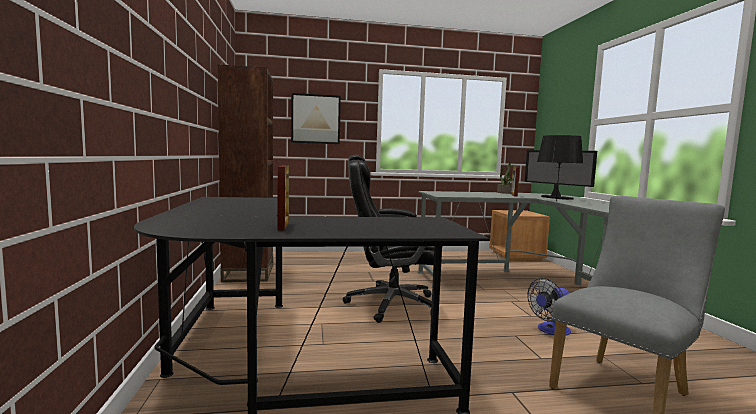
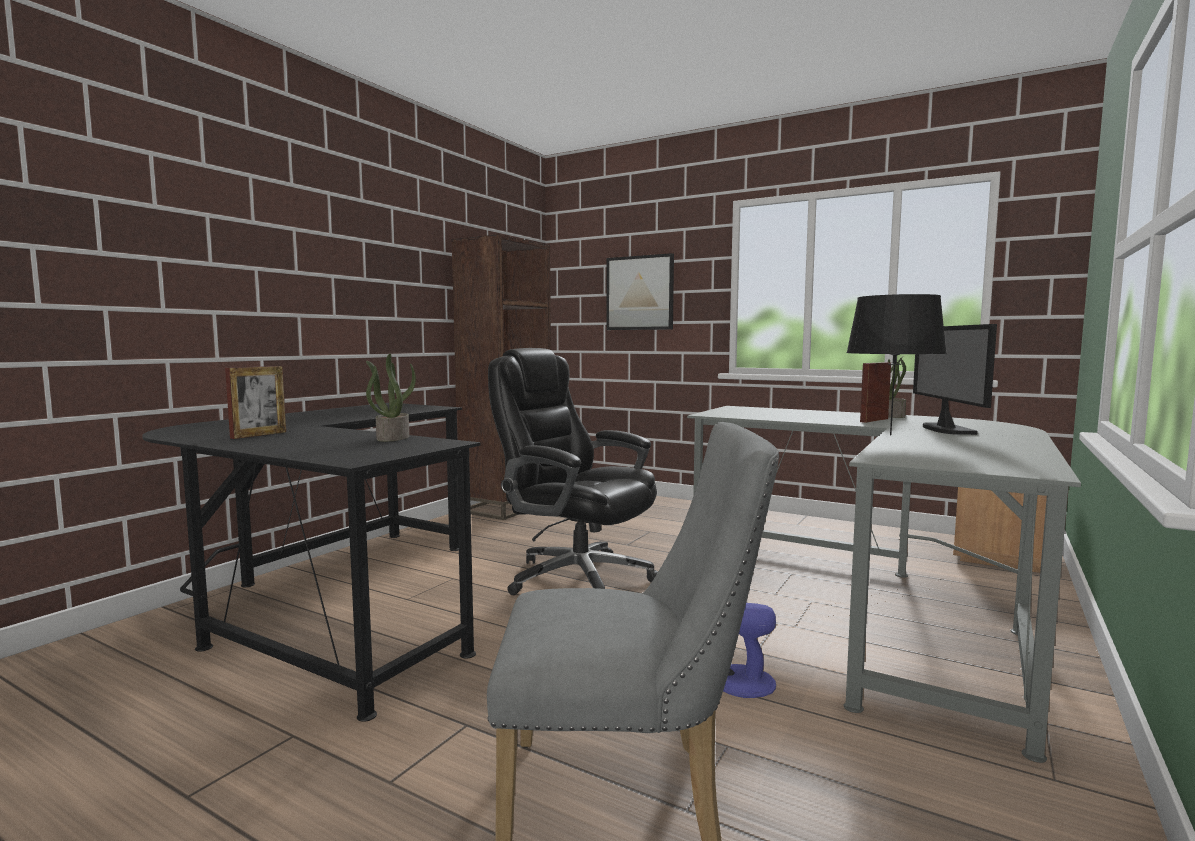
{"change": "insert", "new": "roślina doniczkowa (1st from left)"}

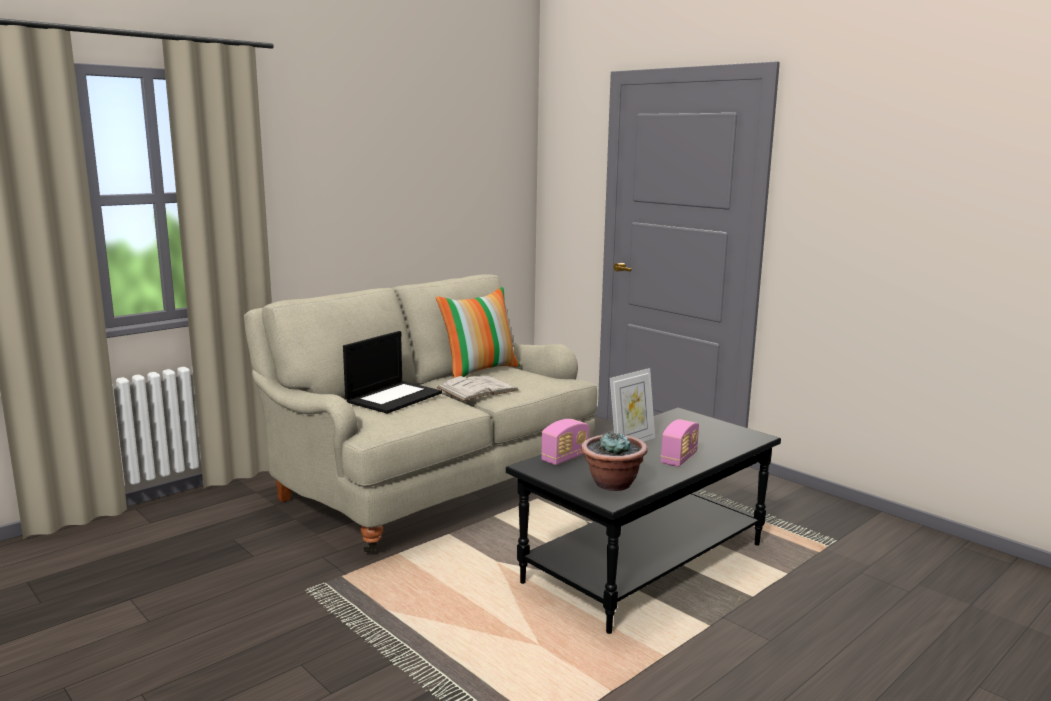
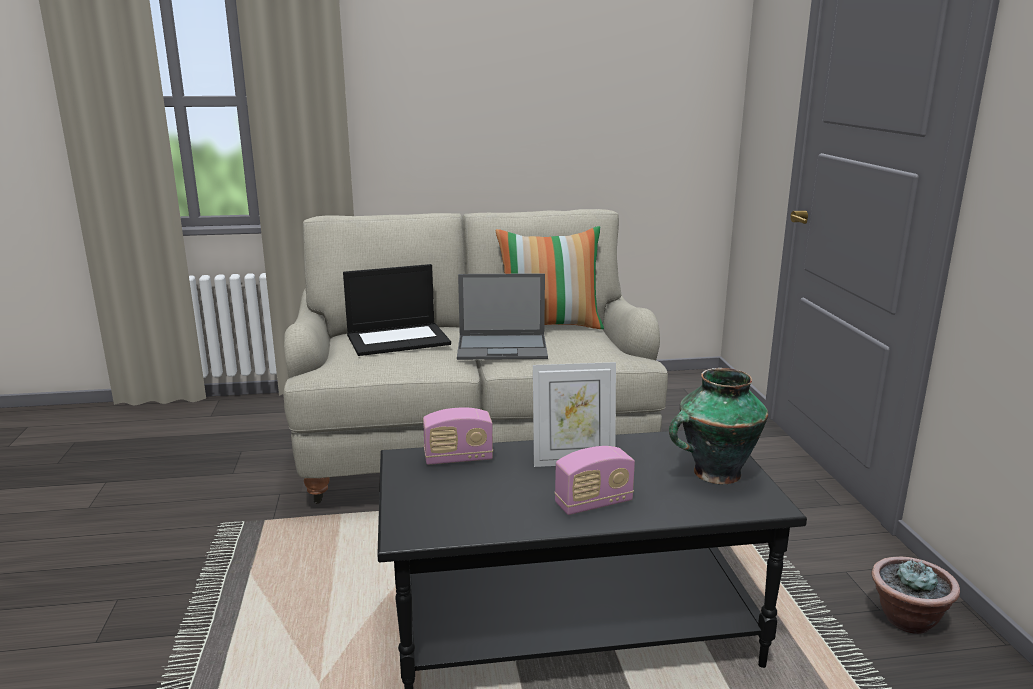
{"change": "insert", "new": "wazon"}
{"change": "move", "old": "roślina doniczkowa"}
{"change": "replace", "old": "książka/biały", "new": "laptop (2nd from left)"}

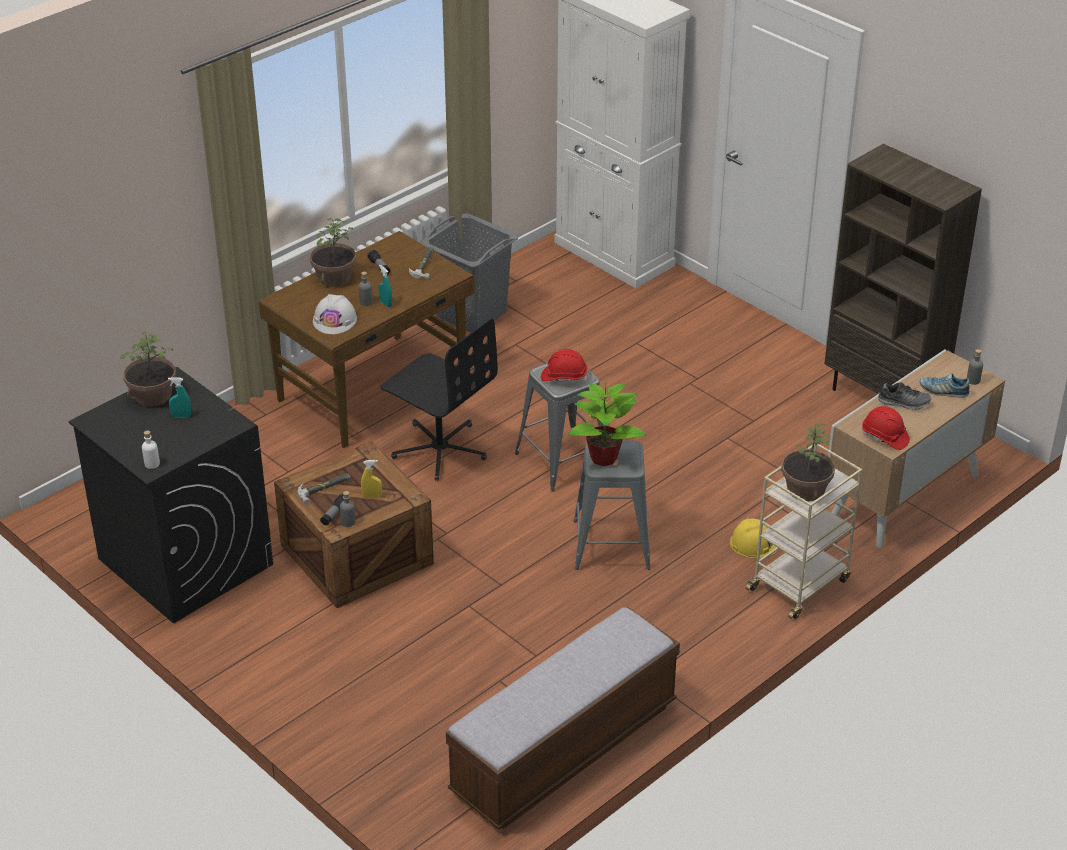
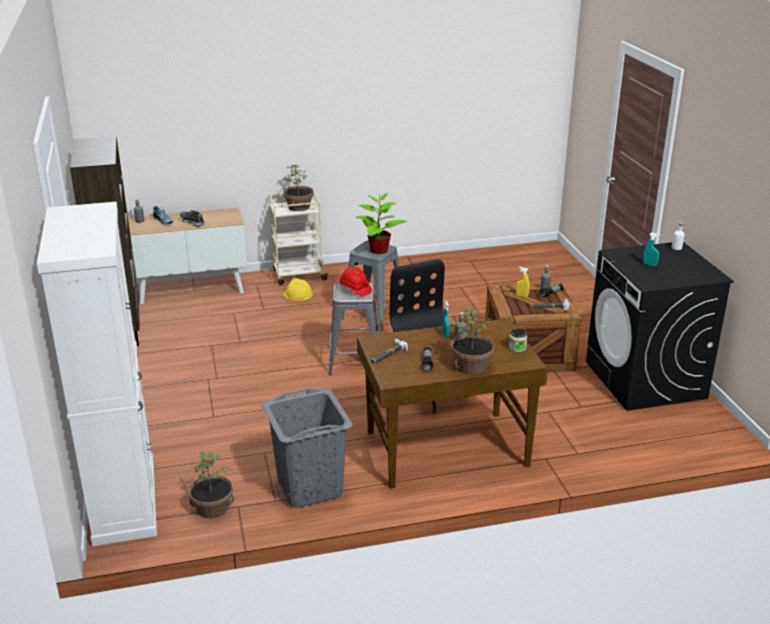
{"change": "delete", "old": "kask/biały"}
{"change": "delete", "old": "ławka"}
{"change": "delete", "old": "kask/czerwony (2nd from left)"}
{"change": "insert", "new": "słoik"}
{"change": "move", "old": "roślina doniczkowa (1st from left)"}

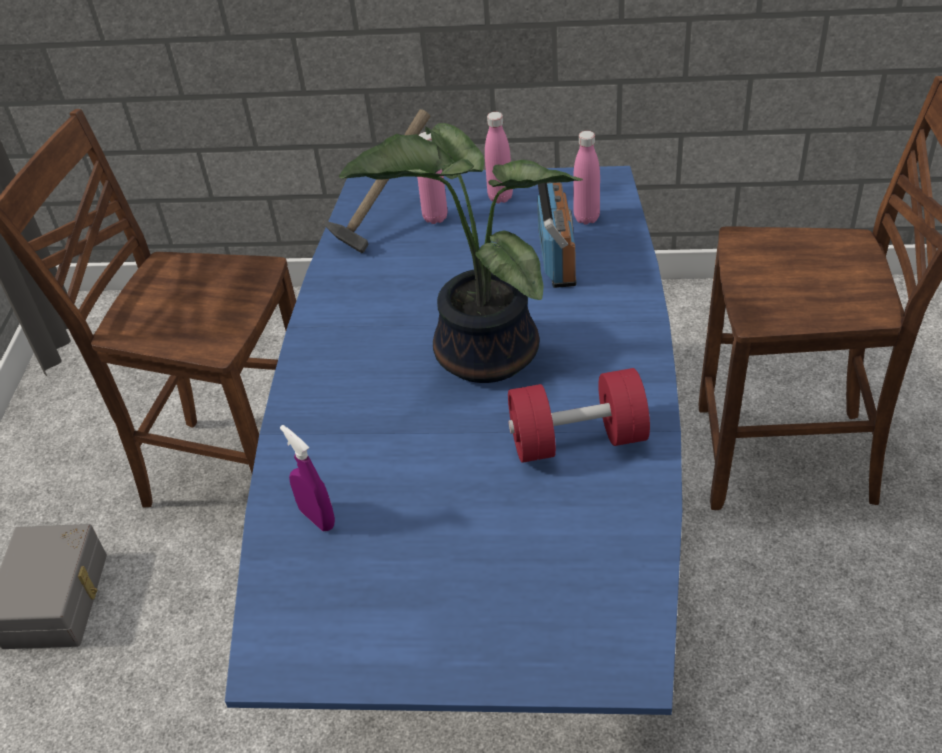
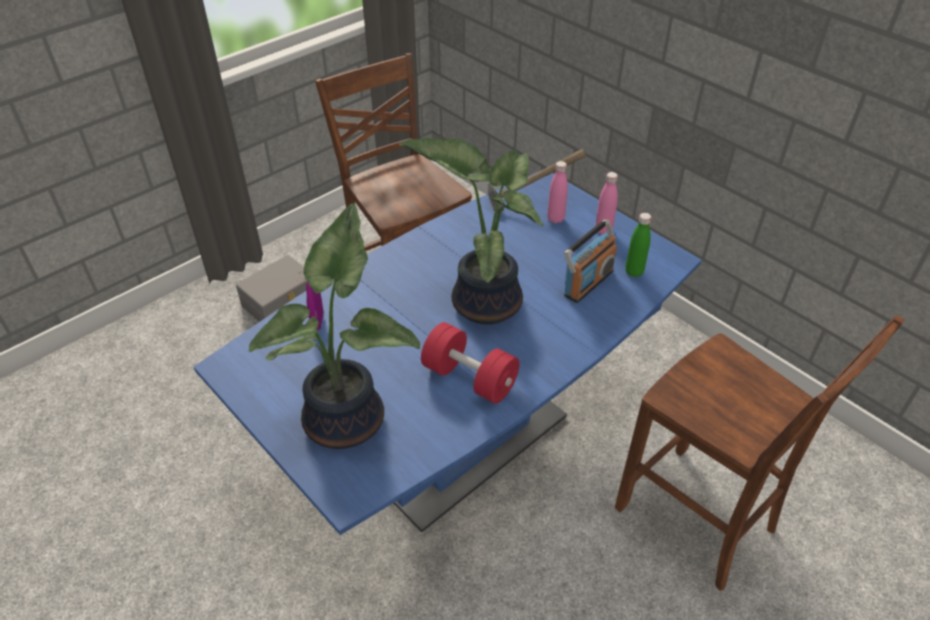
{"change": "insert", "new": "roślina doniczkowa (1st from left)"}
{"change": "recolor", "old": "butelka/różowy (3rd from left)", "new": "butelka/zielony"}

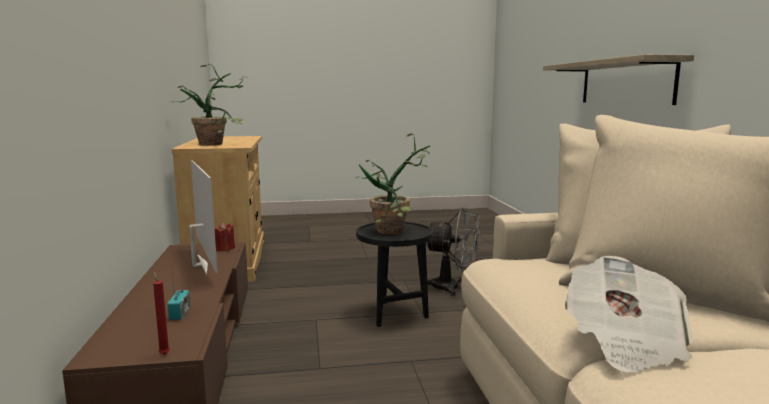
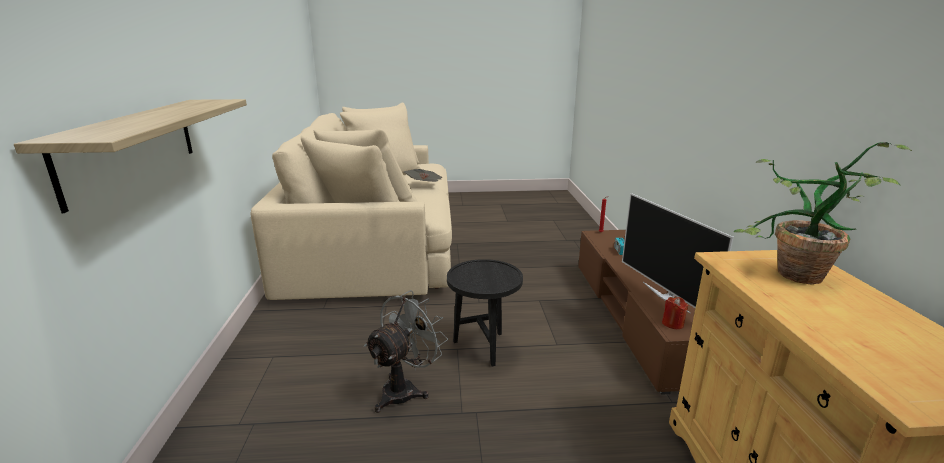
{"change": "delete", "old": "roślina doniczkowa (2nd from left)"}
{"change": "rotate", "old": "wentylator/szary", "degrees": 105}

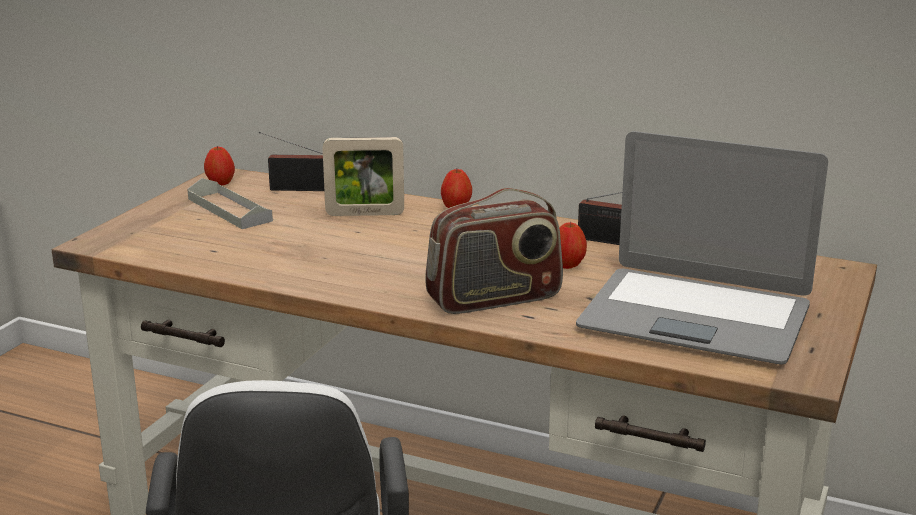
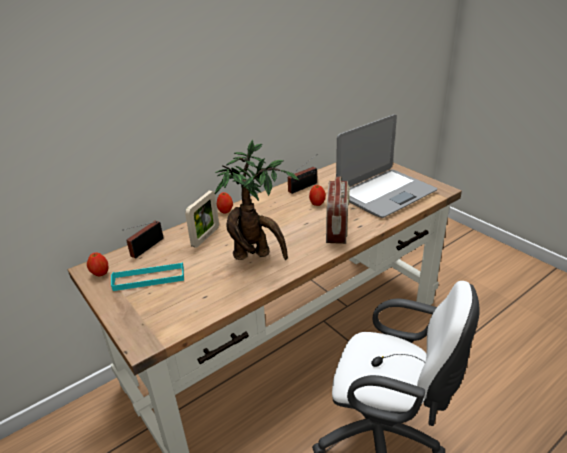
{"change": "insert", "new": "roślina doniczkowa"}
{"change": "recolor", "old": "taca/szary", "new": "taca/turkusowy"}

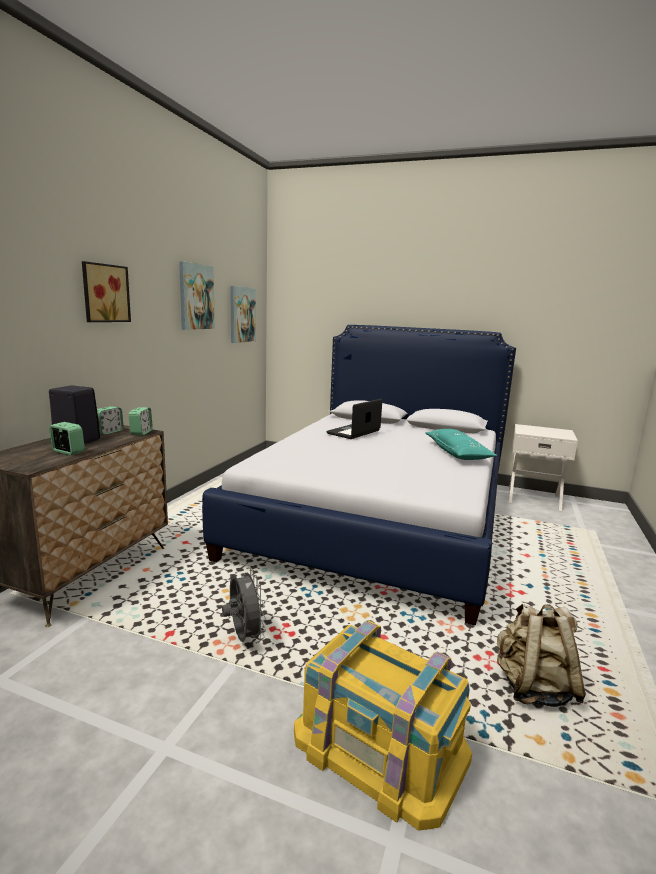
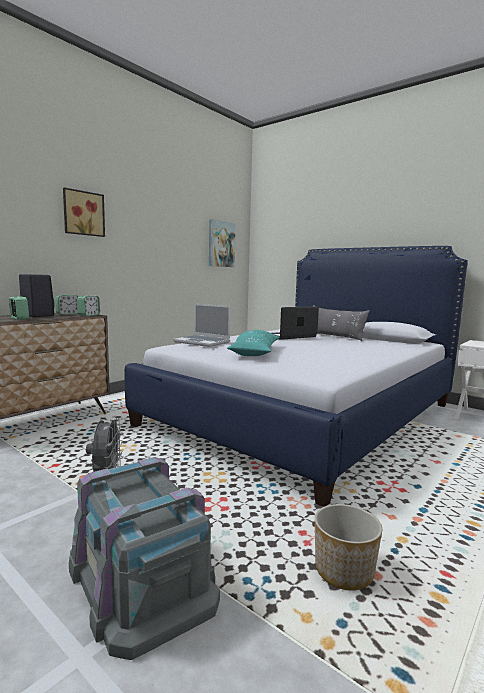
{"change": "delete", "old": "obraz (2nd from left)"}
{"change": "insert", "new": "laptop (1st from left)"}
{"change": "insert", "new": "poduszka/szary"}
{"change": "move", "old": "poduszka/turkusowy"}
{"change": "replace", "old": "plecak/beżowy", "new": "donica"}
{"change": "recolor", "old": "pojemnik do przechowywania/żółty", "new": "pojemnik do przechowywania/szary"}

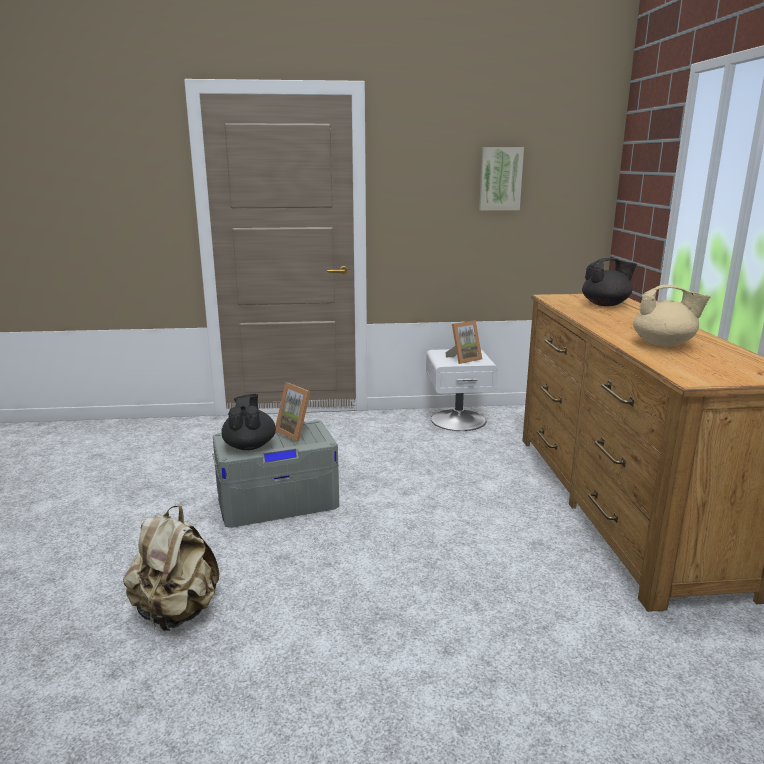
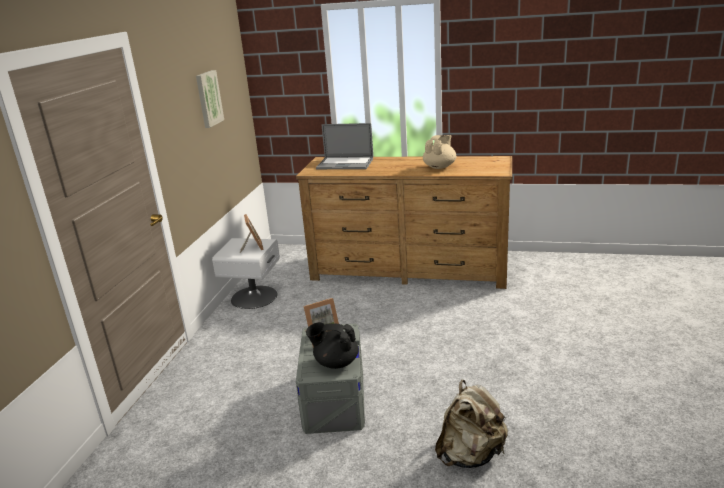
{"change": "replace", "old": "imbryk/czarny (2nd from left)", "new": "laptop"}

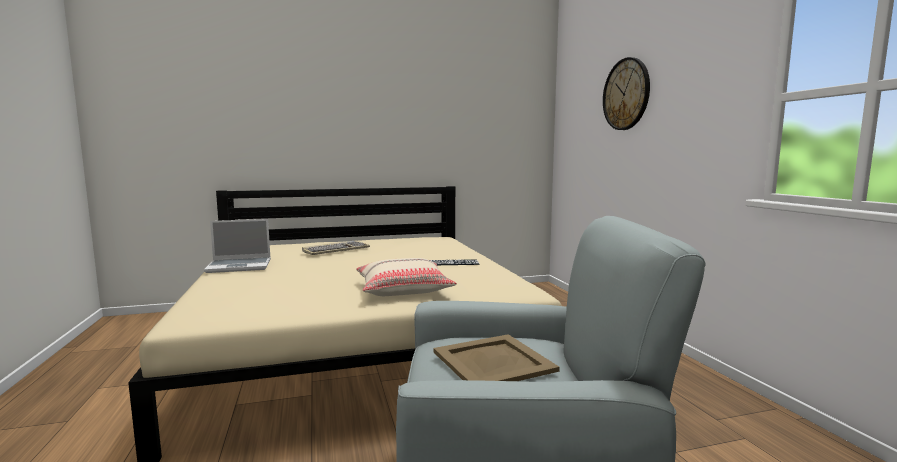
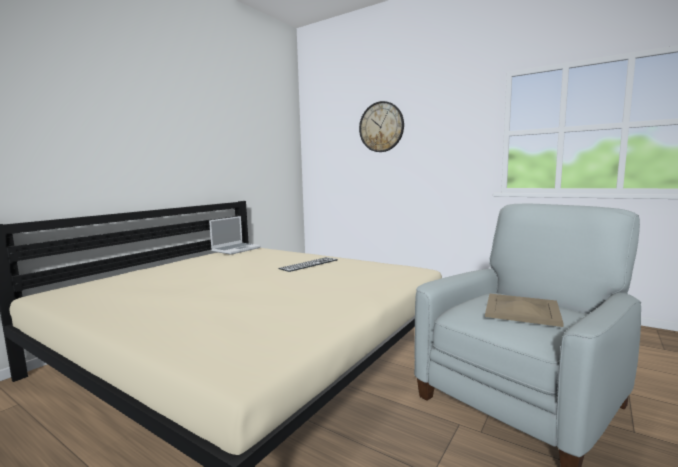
{"change": "delete", "old": "klawiatura (1st from left)"}
{"change": "delete", "old": "poduszka/beżowy"}
{"change": "move", "old": "laptop"}

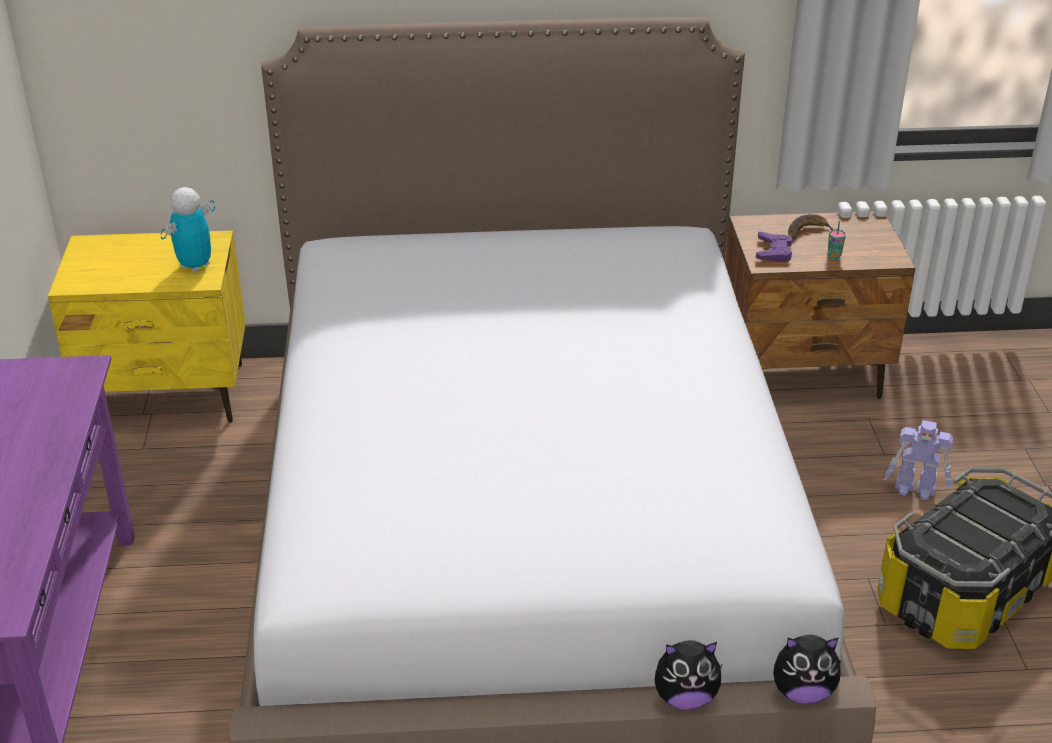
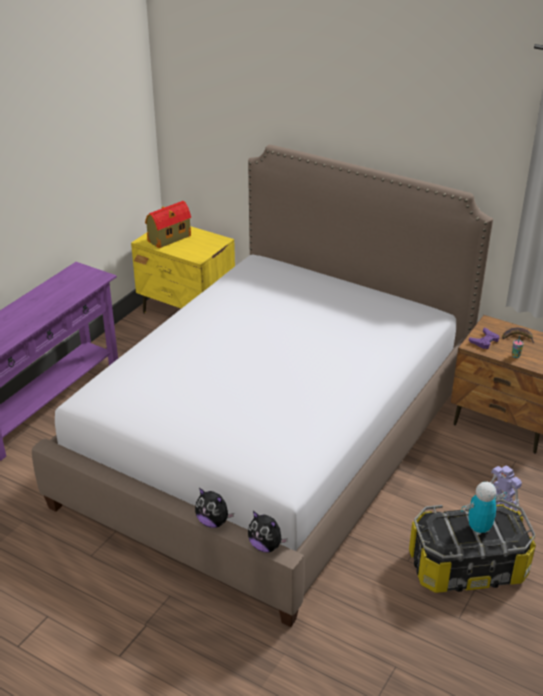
{"change": "insert", "new": "domek"}
{"change": "move", "old": "robot zabawkowy (1st from left)"}

